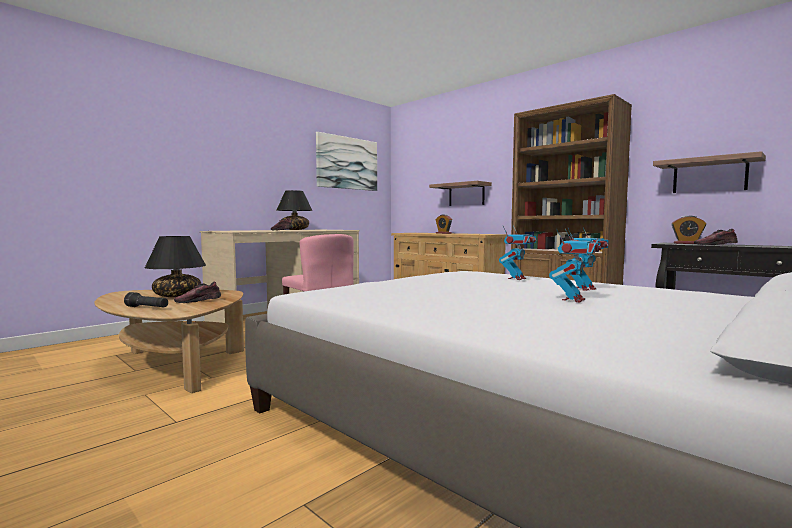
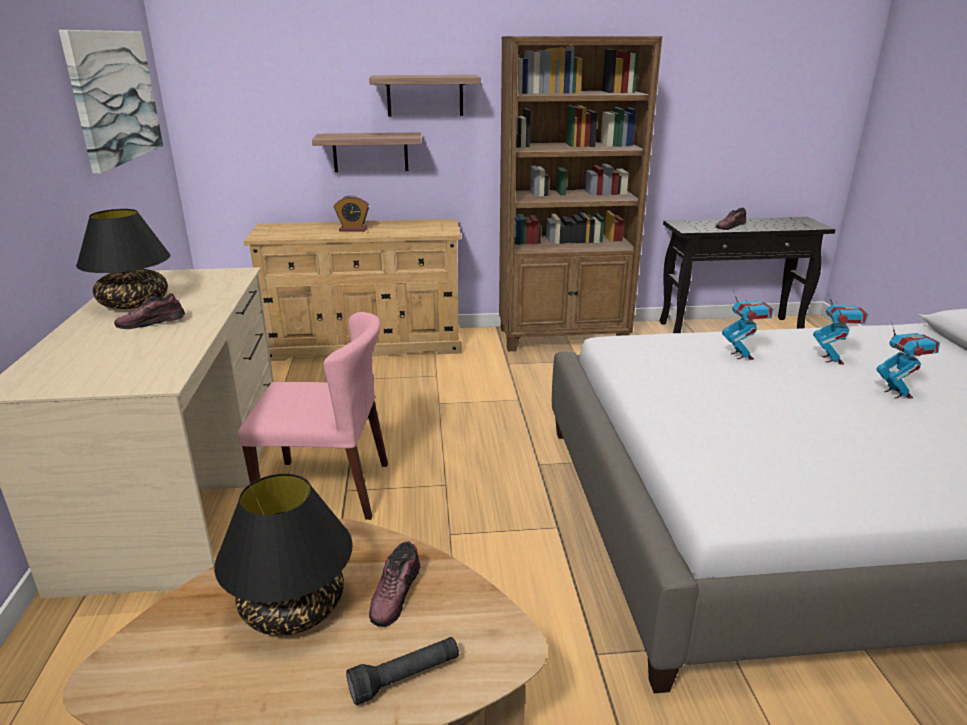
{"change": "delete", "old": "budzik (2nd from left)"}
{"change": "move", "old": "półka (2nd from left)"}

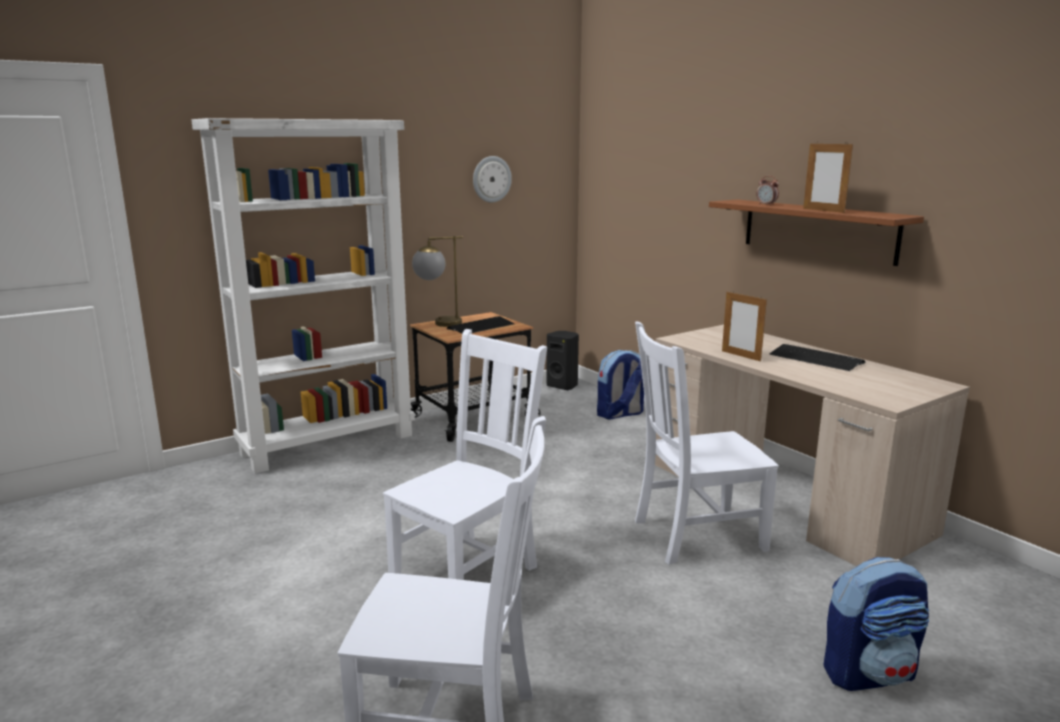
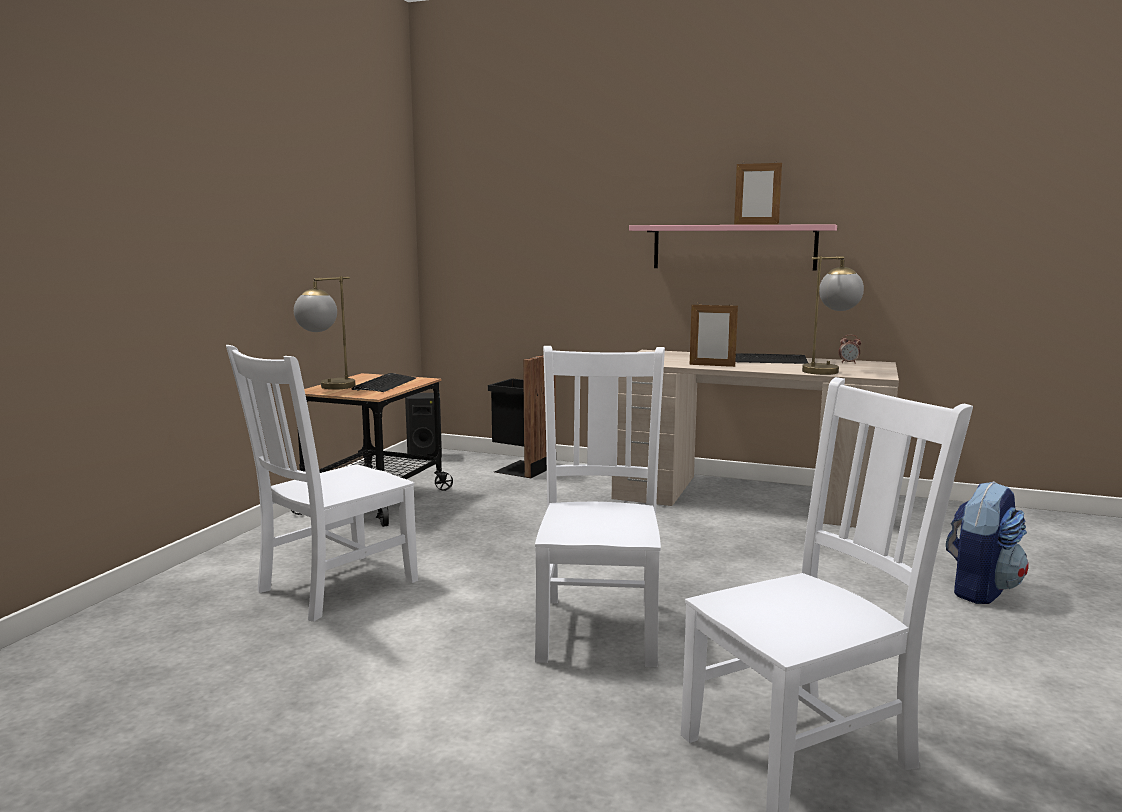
{"change": "delete", "old": "regał/biały"}
{"change": "delete", "old": "zegar ścienny"}
{"change": "insert", "new": "lampa stołowa (2nd from left)"}
{"change": "move", "old": "krzesło/biały (3rd from left in the first image)", "new": "krzesło/biały (1st from left)"}
{"change": "move", "old": "budzik"}
{"change": "replace", "old": "plecak (1st from left)", "new": "kosz na śmieci/czarny"}
{"change": "recolor", "old": "półka/brązowy", "new": "półka/różowy"}

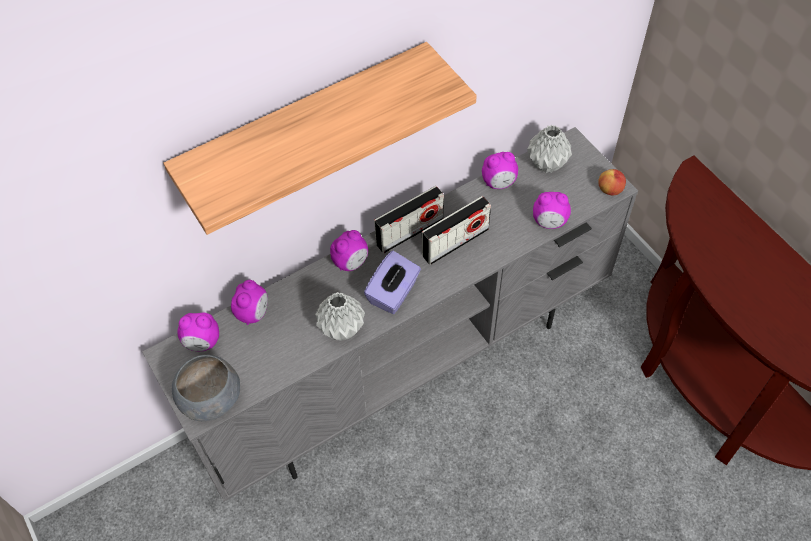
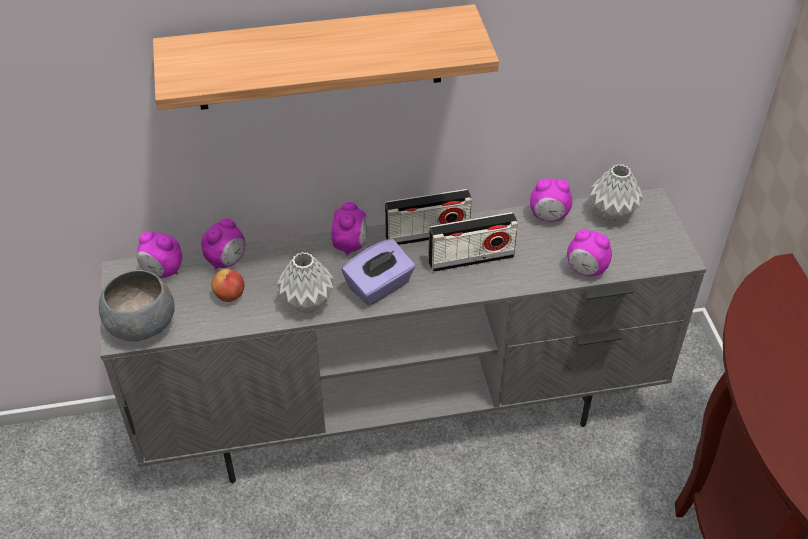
{"change": "move", "old": "jabłko"}
{"change": "rotate", "old": "budzik (3rd from left)", "degrees": -60}

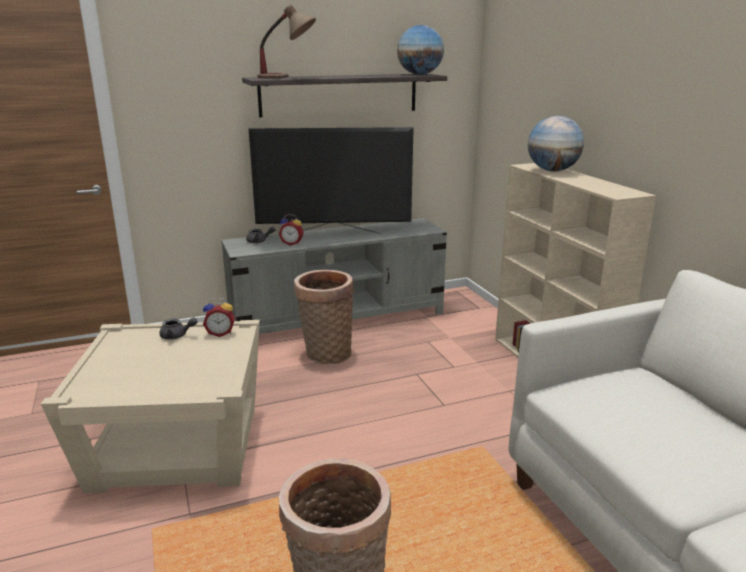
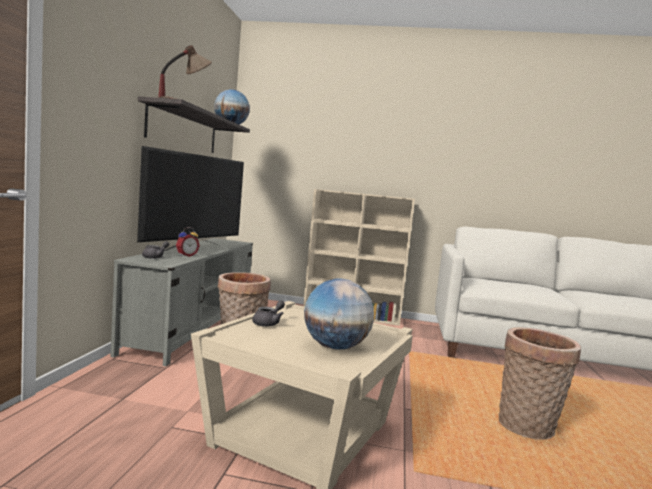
{"change": "delete", "old": "budzik (1st from left)"}
{"change": "move", "old": "globus (2nd from left)"}

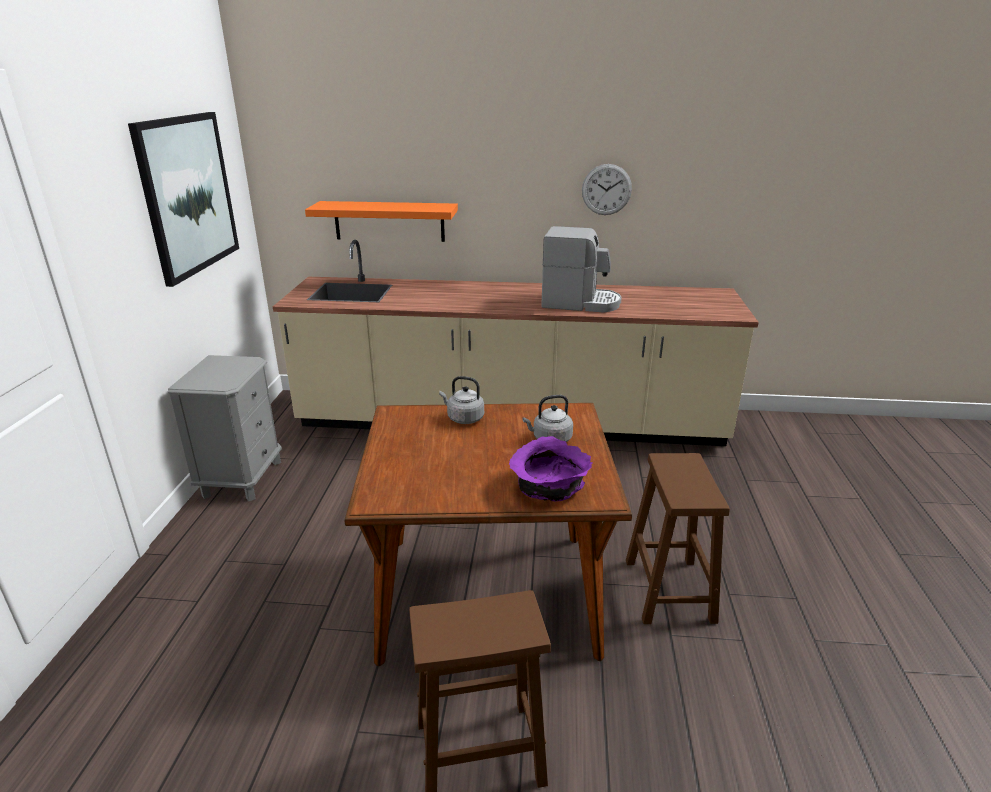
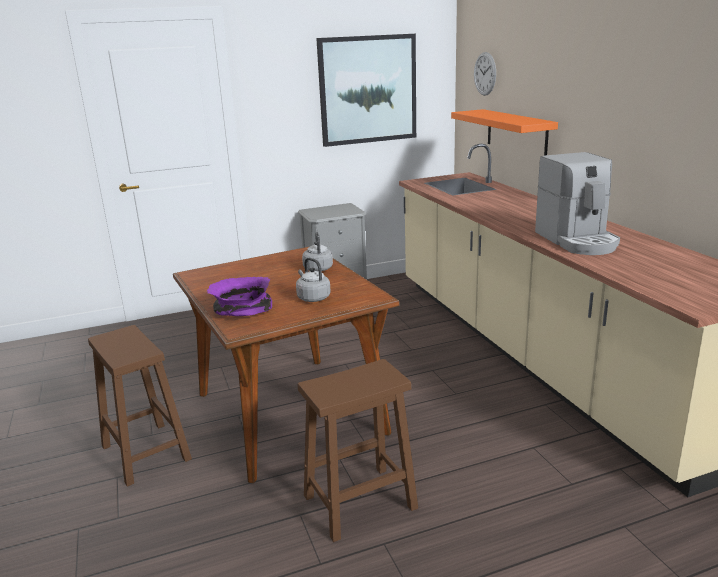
{"change": "move", "old": "zegar ścienny"}

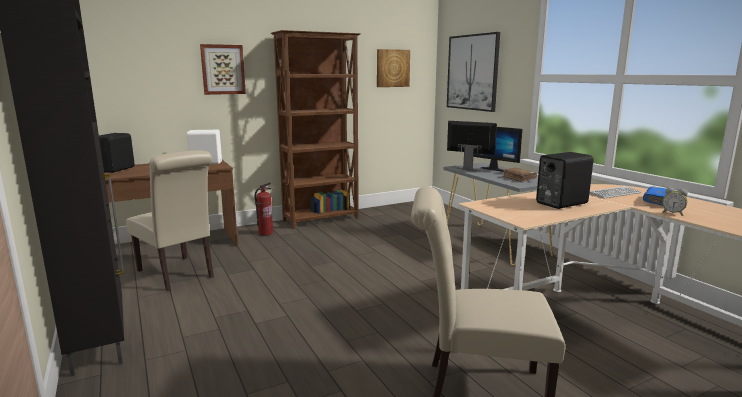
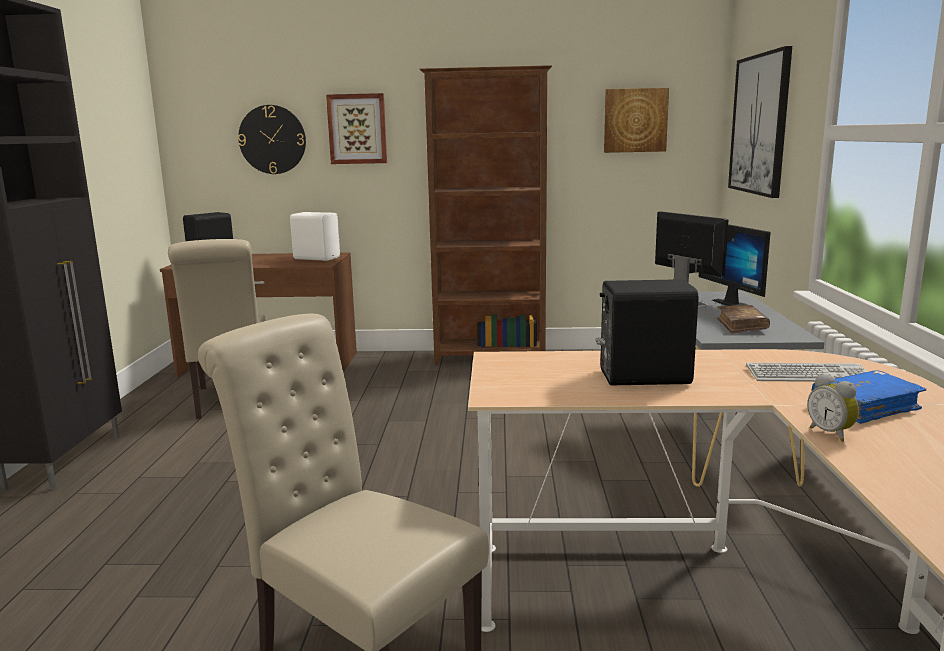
{"change": "delete", "old": "gaśnica"}
{"change": "insert", "new": "zegar ścienny"}

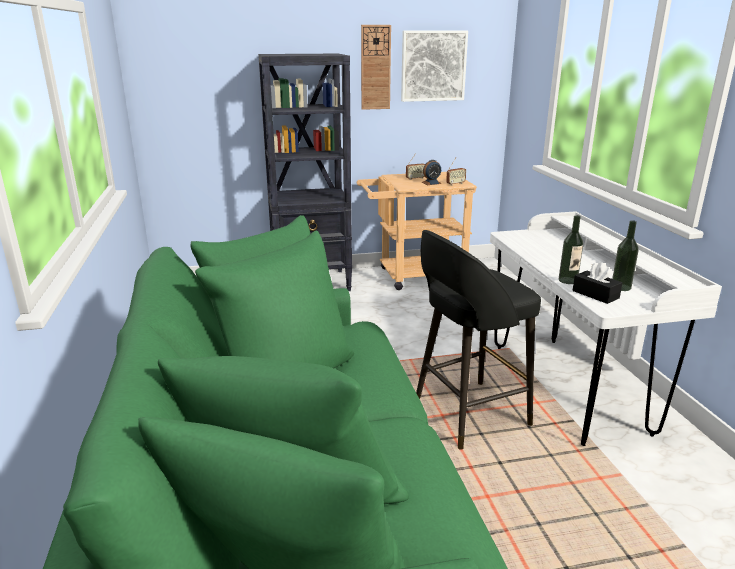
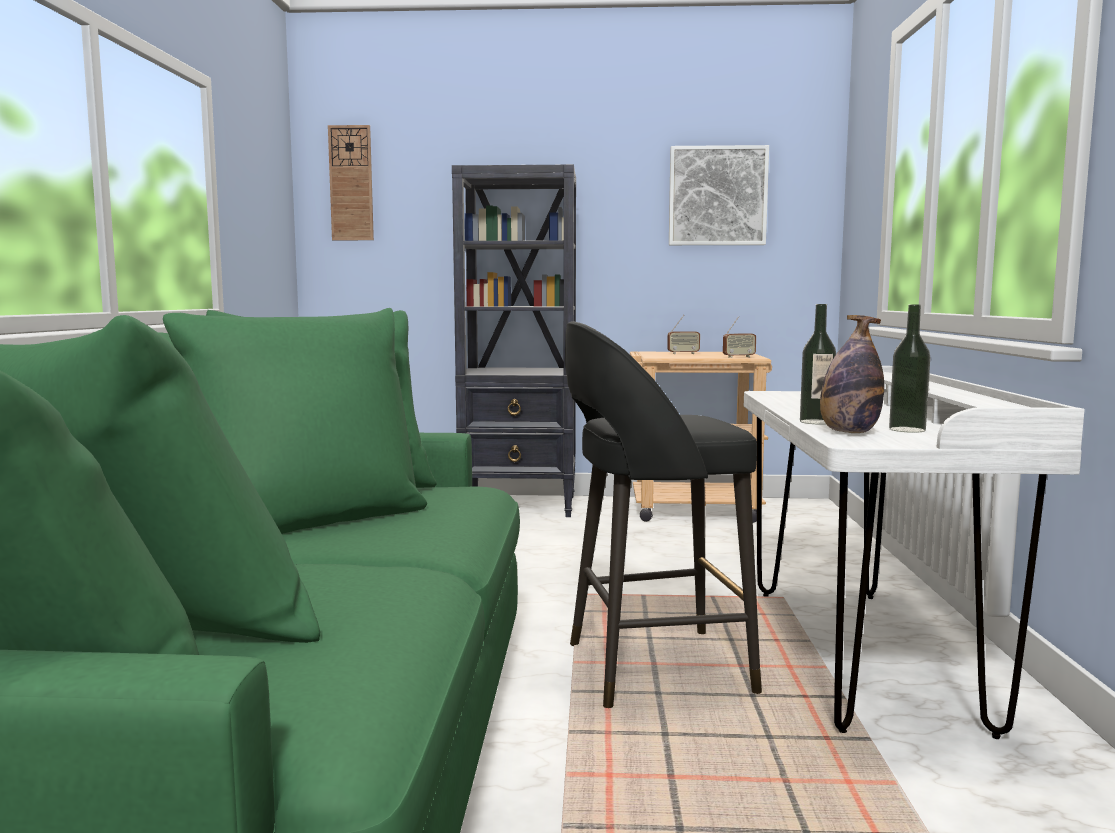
{"change": "delete", "old": "budzik"}
{"change": "move", "old": "zegar ścienny"}
{"change": "replace", "old": "pudełko chusteczek/czarny", "new": "butelka (2nd from left)"}

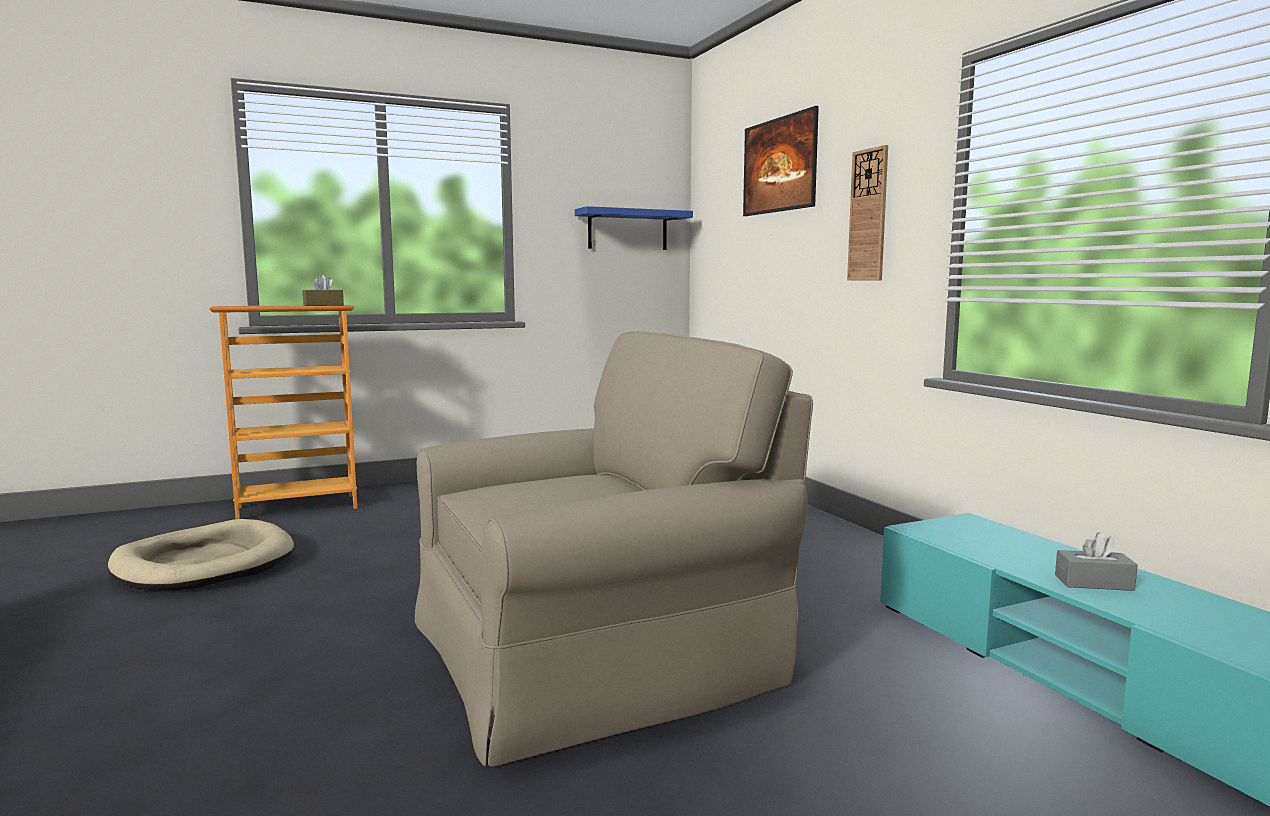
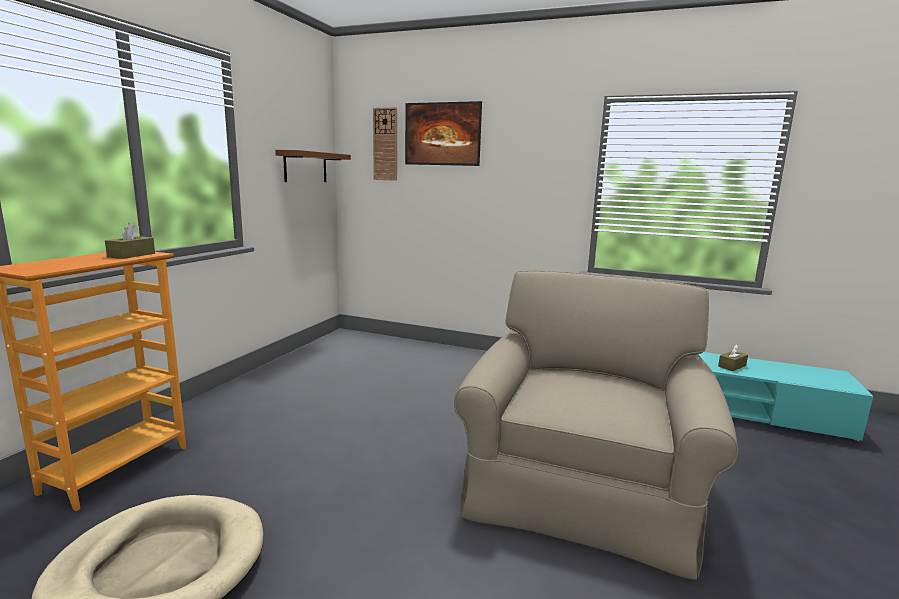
{"change": "move", "old": "zegar ścienny"}
{"change": "recolor", "old": "półka/niebieski", "new": "półka/brązowy"}
{"change": "recolor", "old": "pudełko chusteczek/szary", "new": "pudełko chusteczek/brązowy (2nd from left)"}

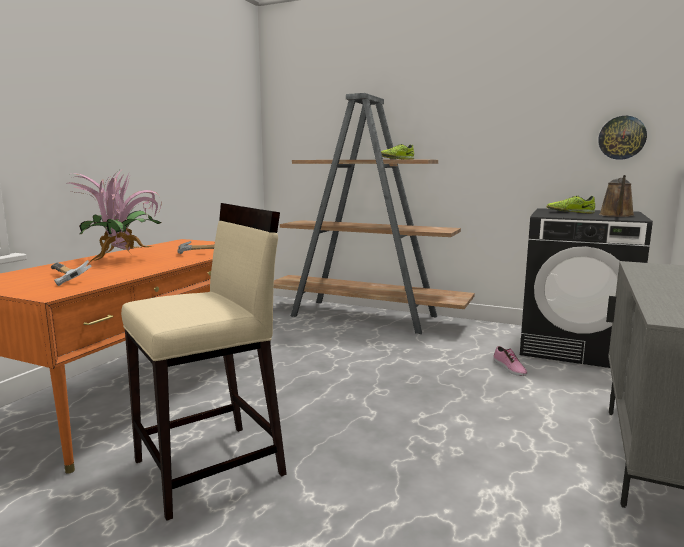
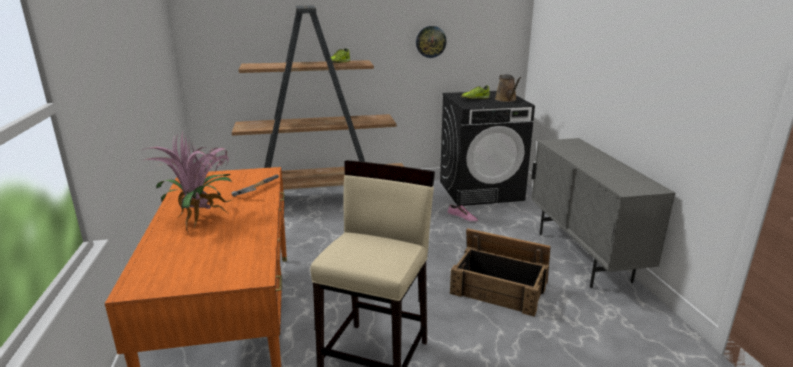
{"change": "delete", "old": "młotek (1st from left)"}
{"change": "insert", "new": "skrzynka"}
{"change": "move", "old": "zegar ścienny"}

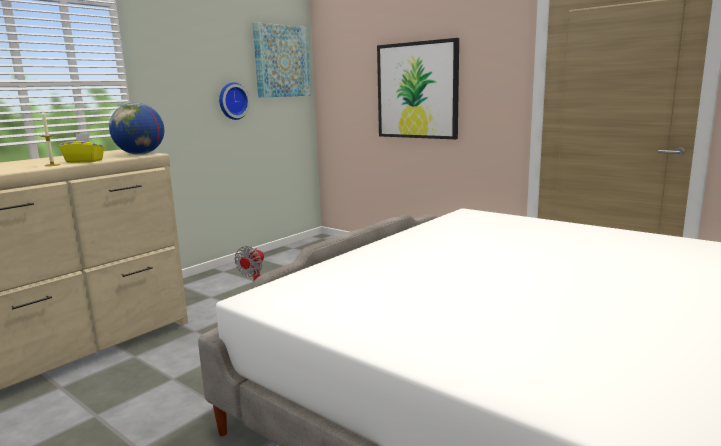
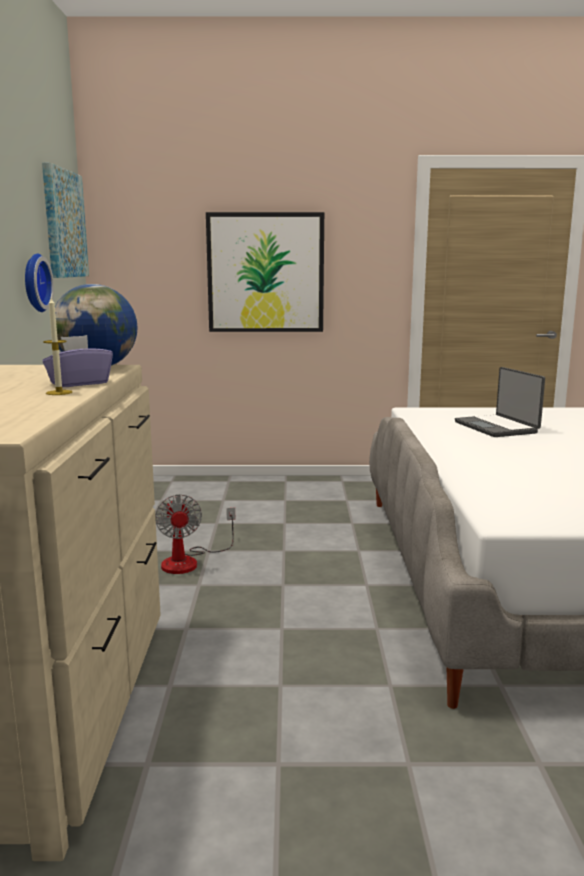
{"change": "insert", "new": "laptop"}
{"change": "recolor", "old": "pudełko chusteczek/żółty", "new": "pudełko chusteczek/fioletowy"}

